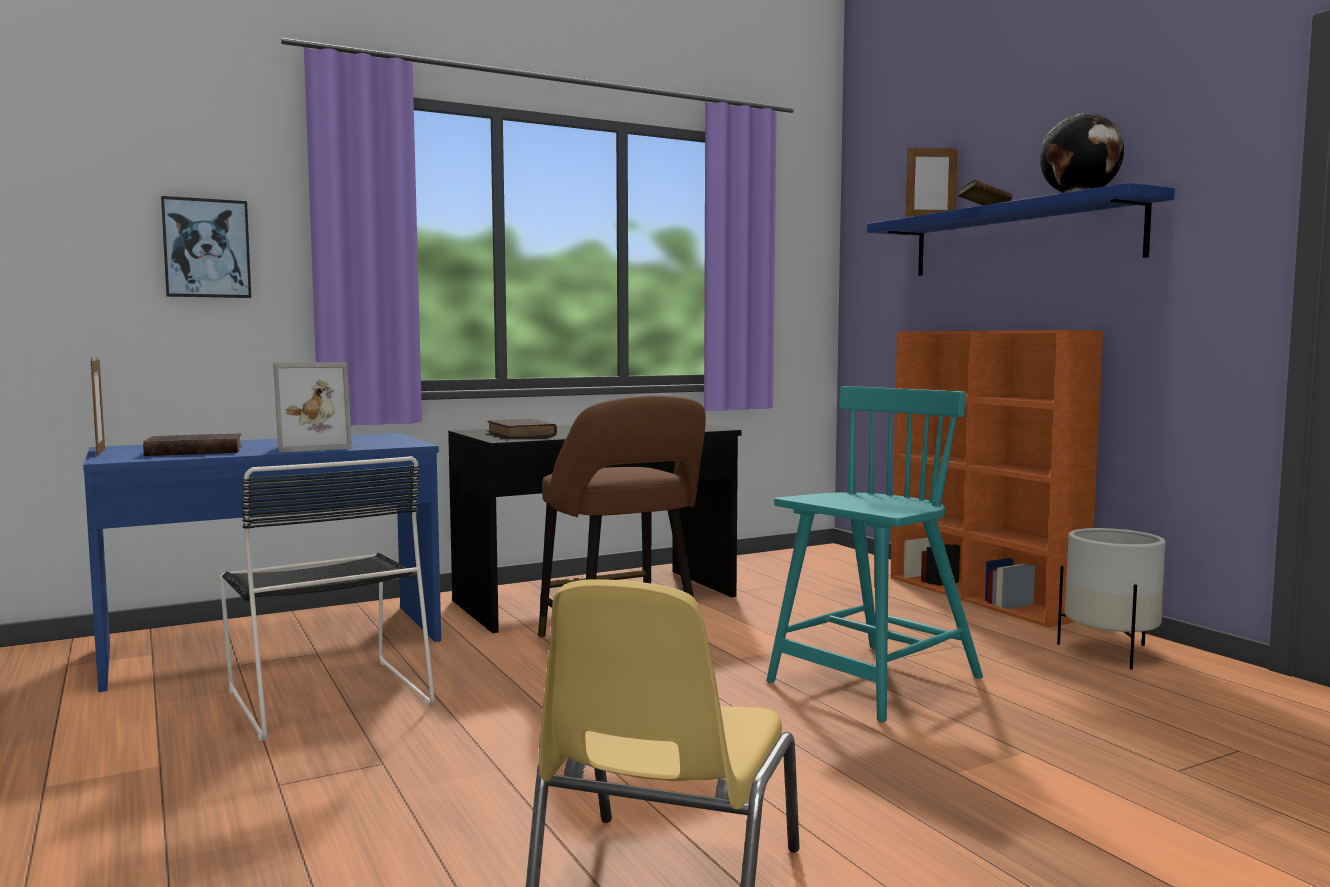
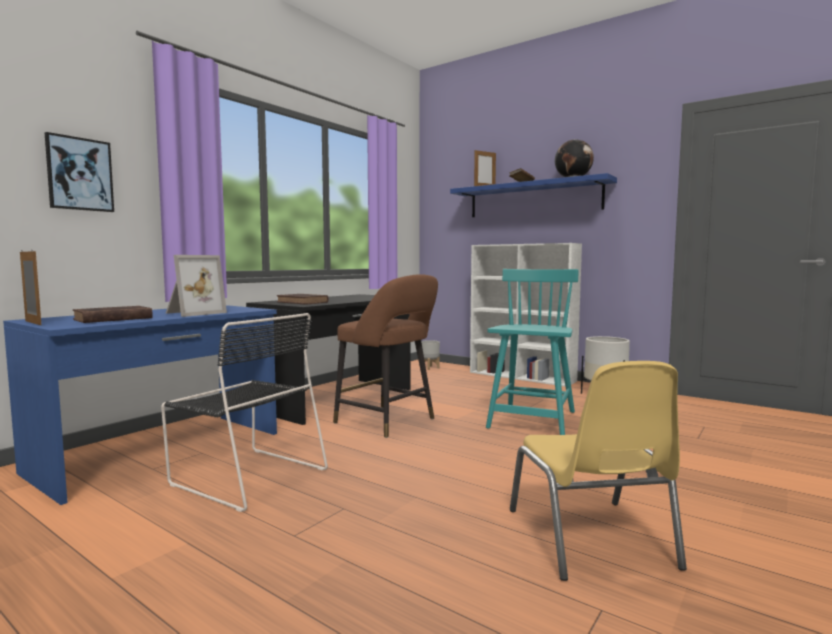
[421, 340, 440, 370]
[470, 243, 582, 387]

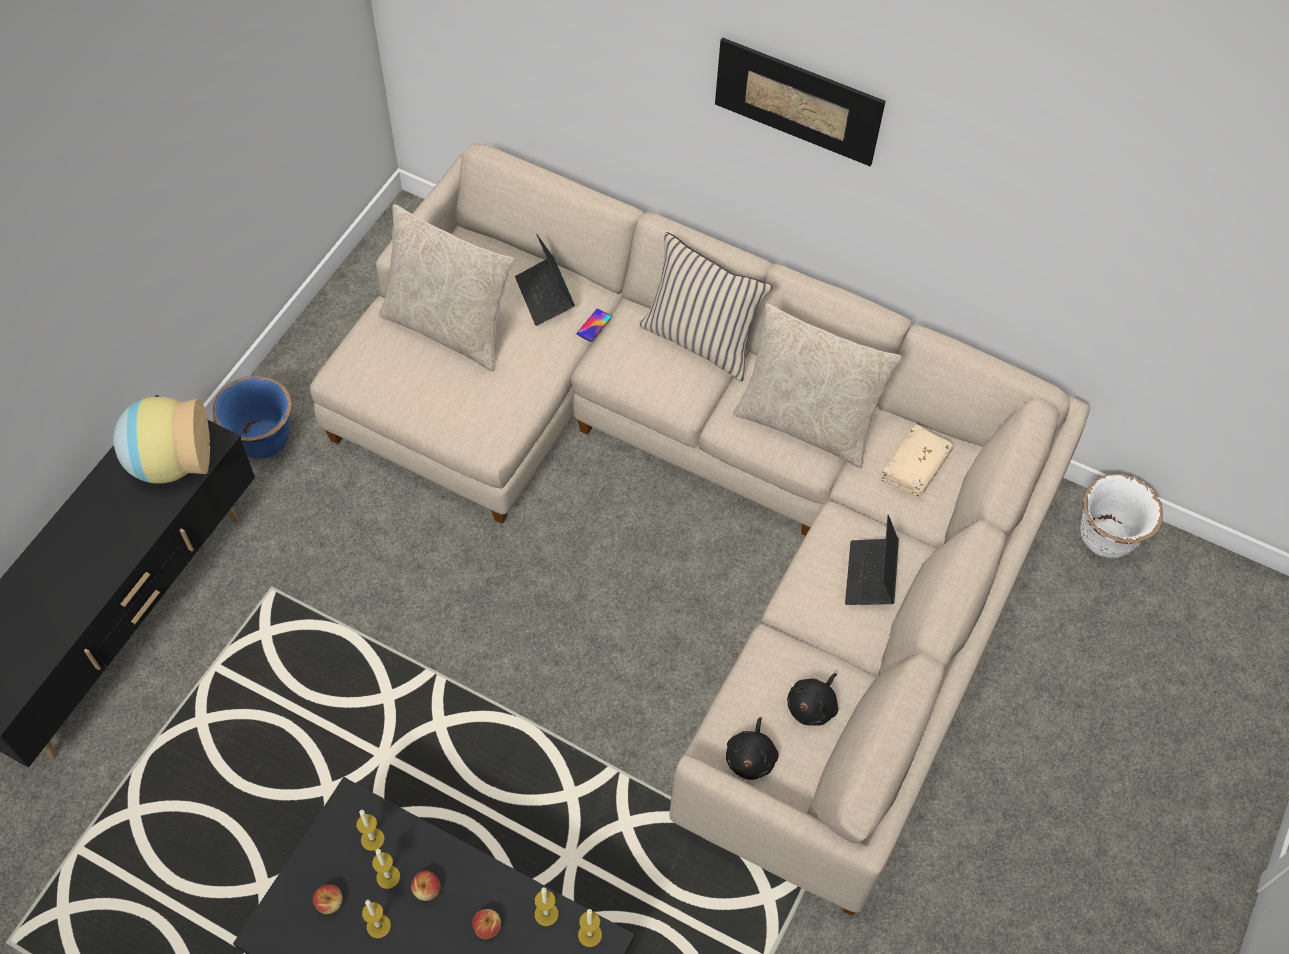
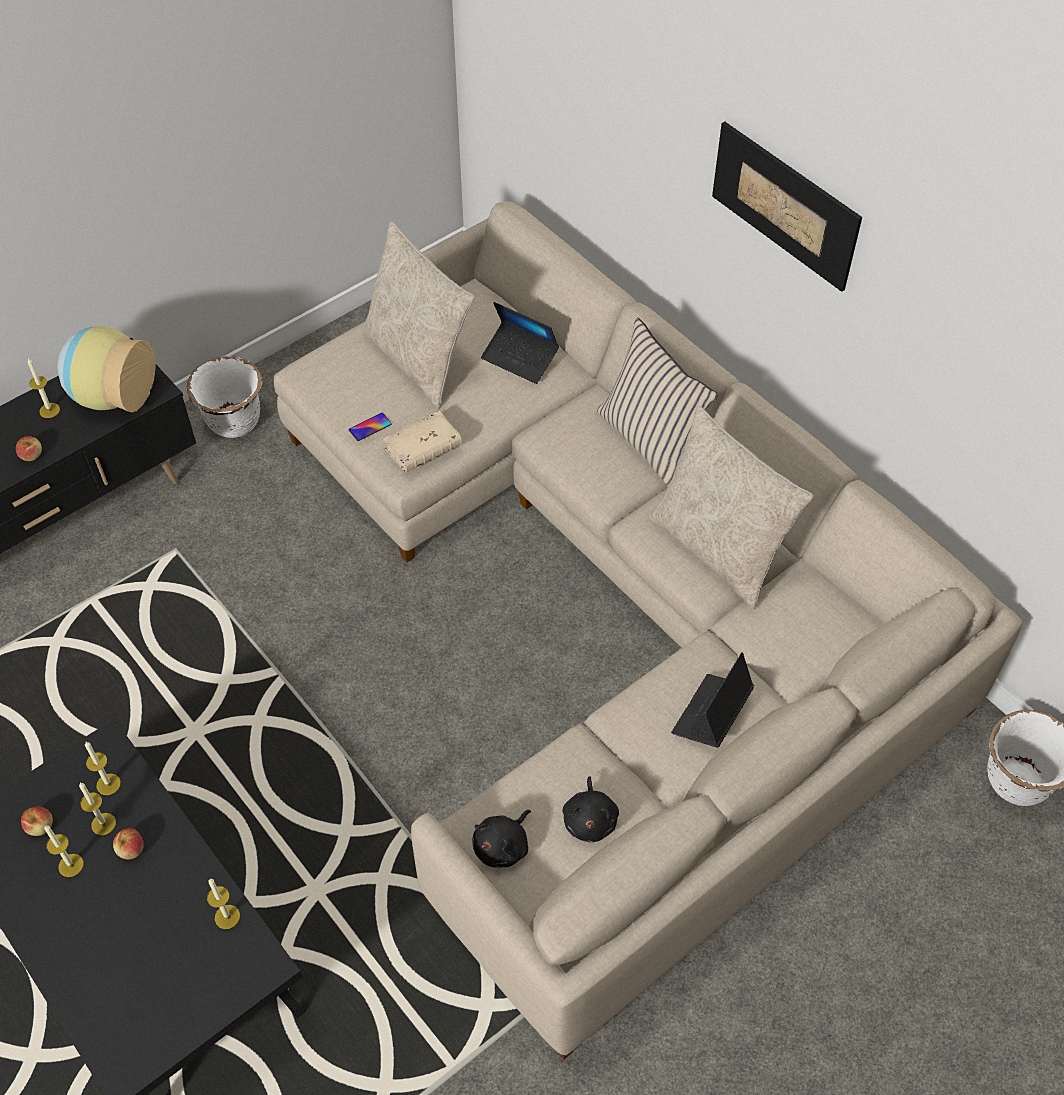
[16, 436, 42, 461]
[27, 358, 60, 418]
[187, 356, 262, 438]
[349, 413, 391, 441]
[382, 411, 462, 472]
[481, 302, 559, 384]
[562, 776, 619, 842]

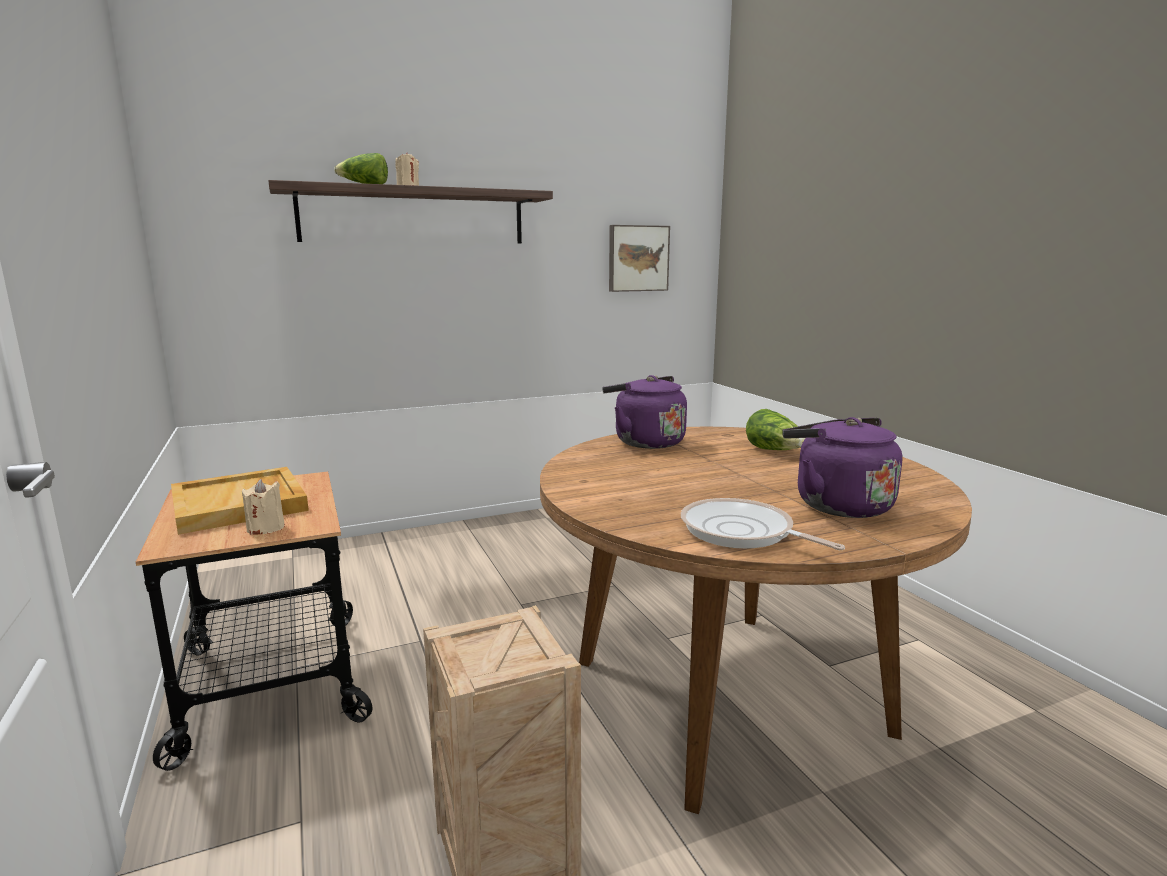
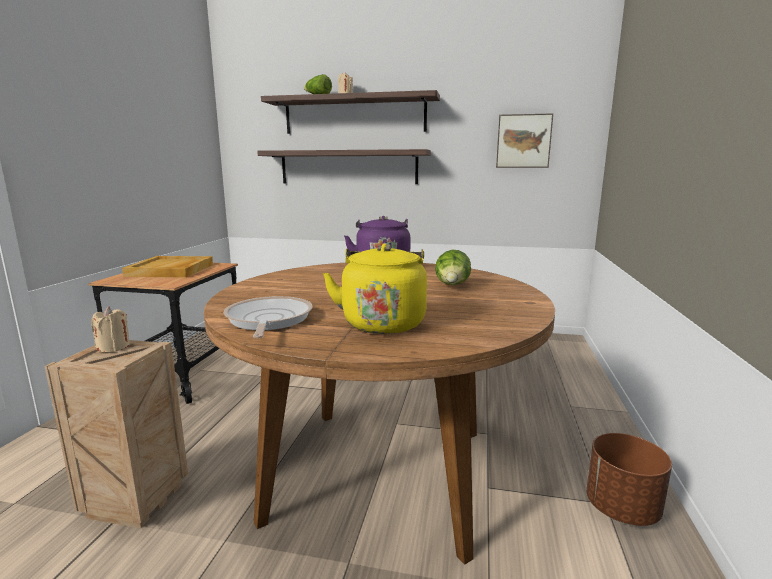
[91, 306, 130, 352]
[257, 149, 431, 184]
[323, 244, 427, 334]
[586, 433, 672, 526]

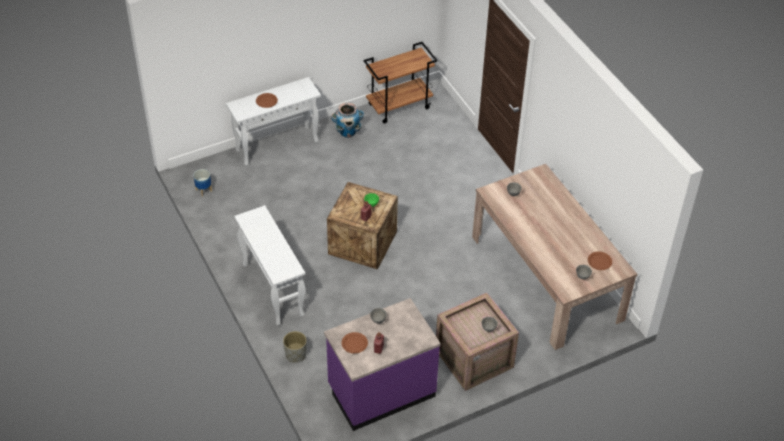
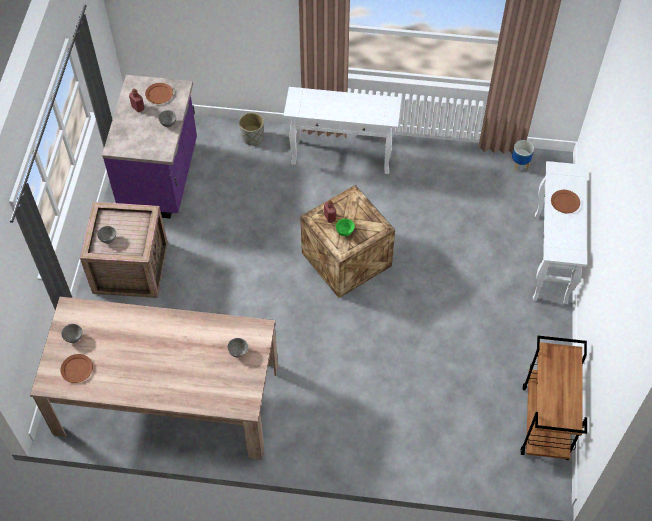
[331, 102, 364, 138] (first image)

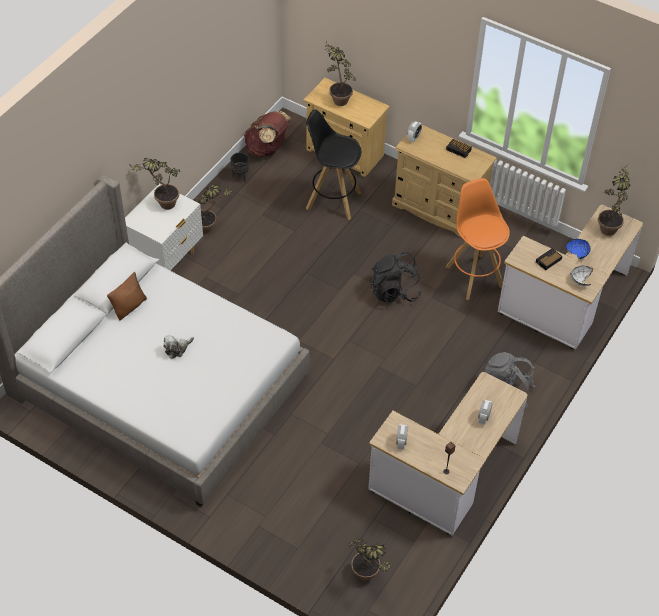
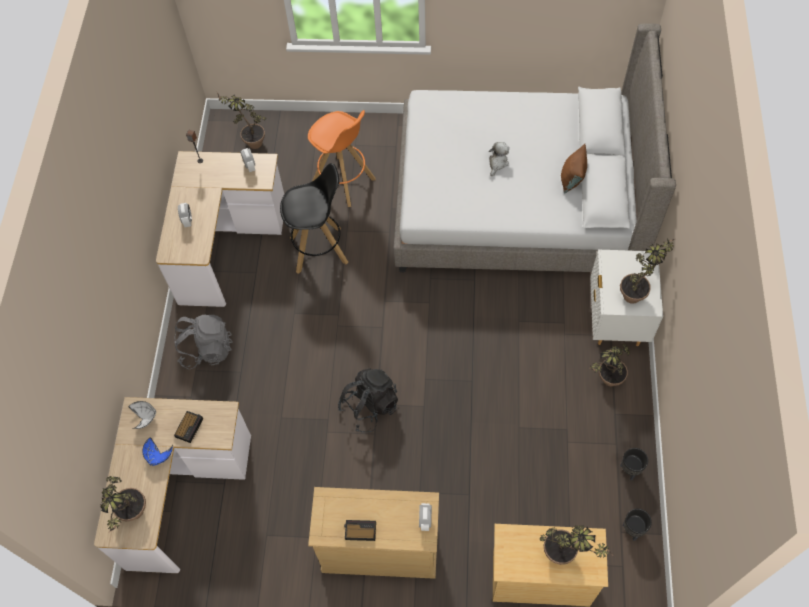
[280, 163, 348, 274]
[308, 110, 376, 207]
[622, 509, 652, 541]

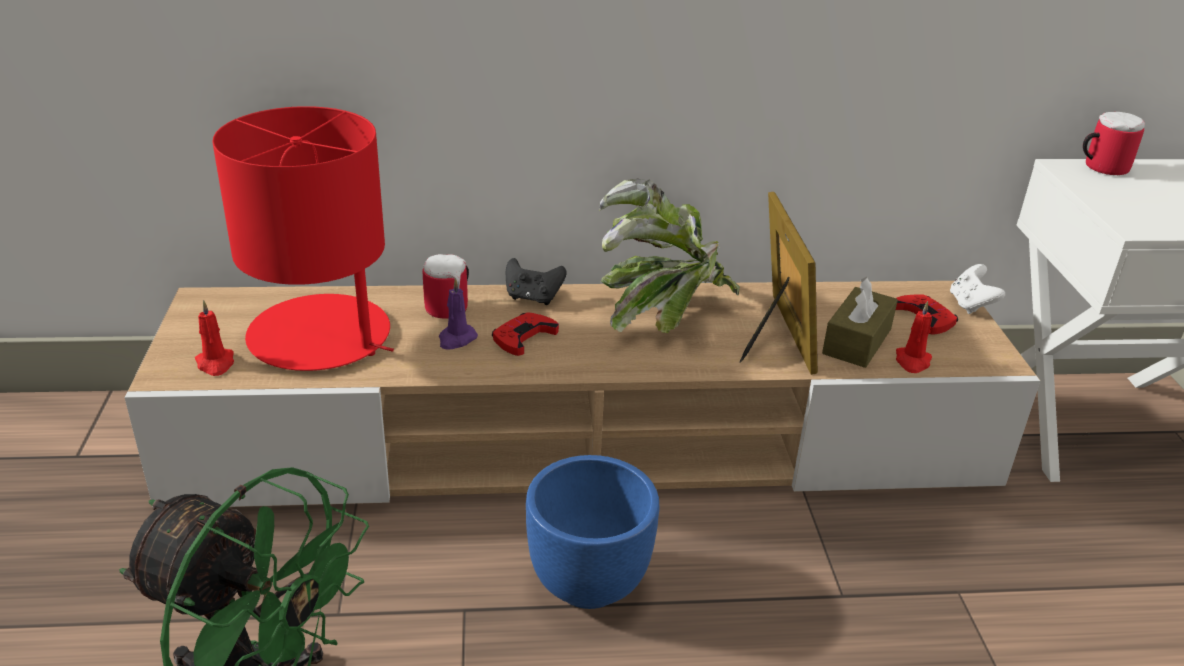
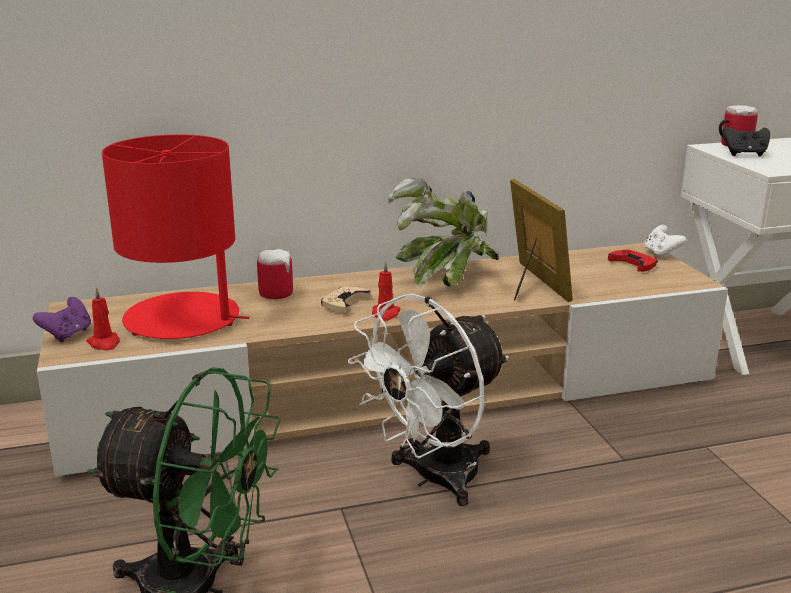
[33, 297, 91, 342]
[321, 287, 371, 313]
[348, 293, 509, 506]
[372, 261, 400, 321]
[722, 127, 770, 157]
[439, 278, 478, 350] (first image)
[822, 277, 898, 368] (first image)

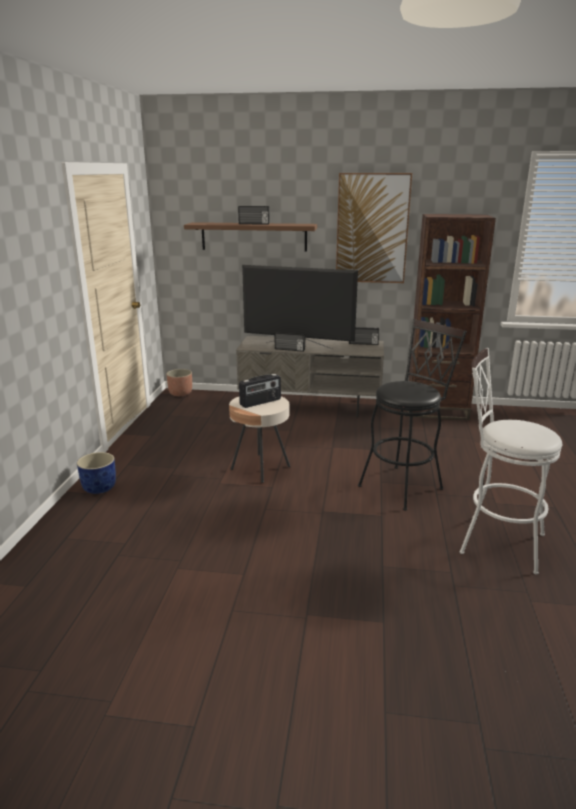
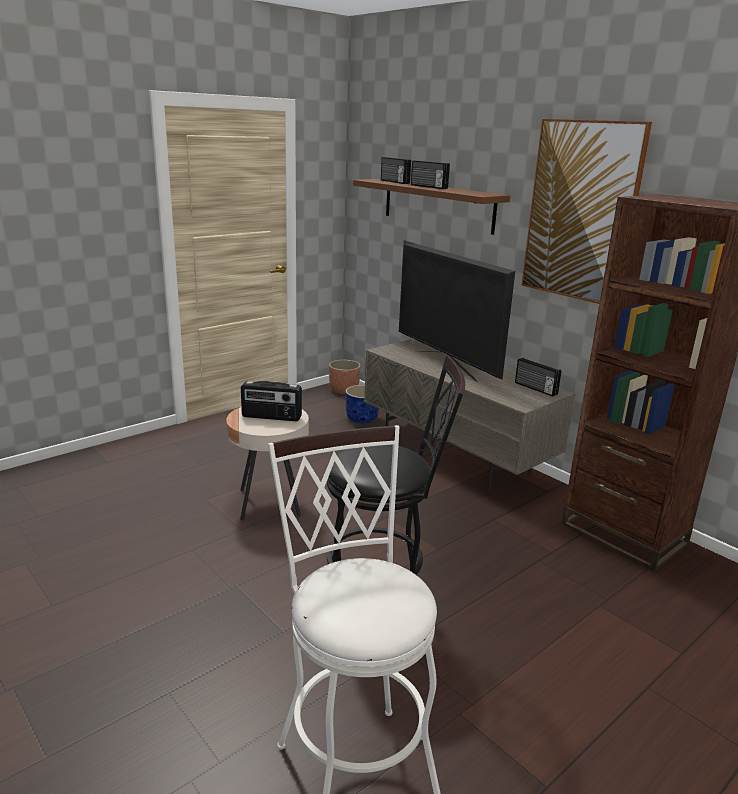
[346, 385, 379, 423]
[381, 157, 411, 184]

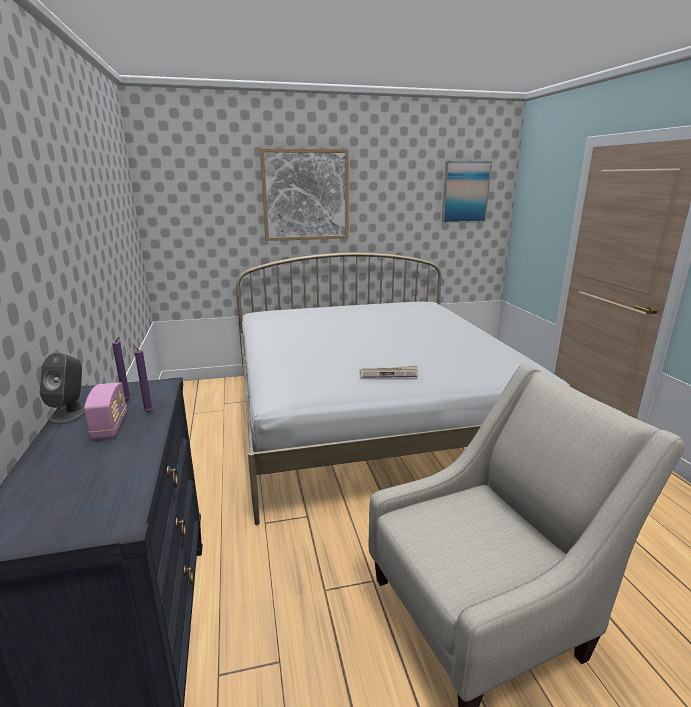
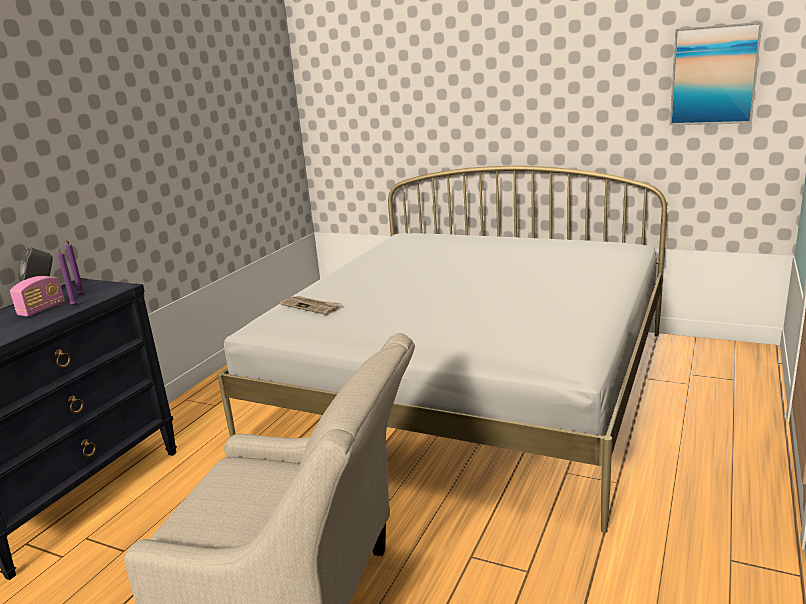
[280, 296, 340, 315]
[260, 148, 349, 241] (first image)

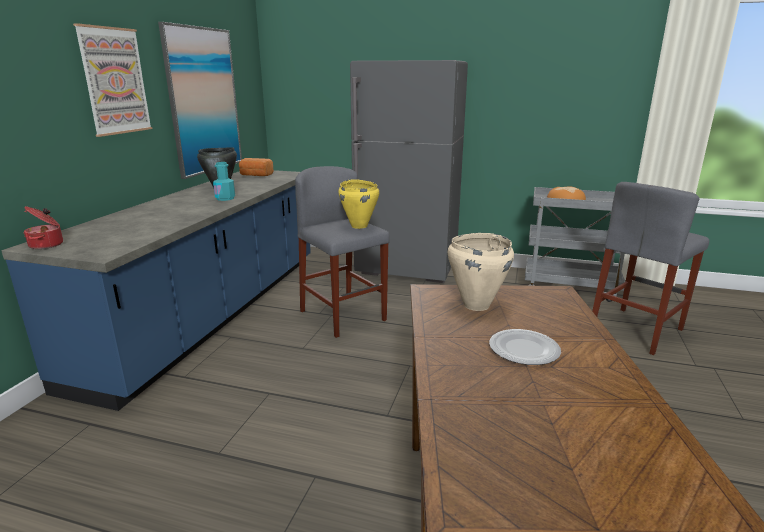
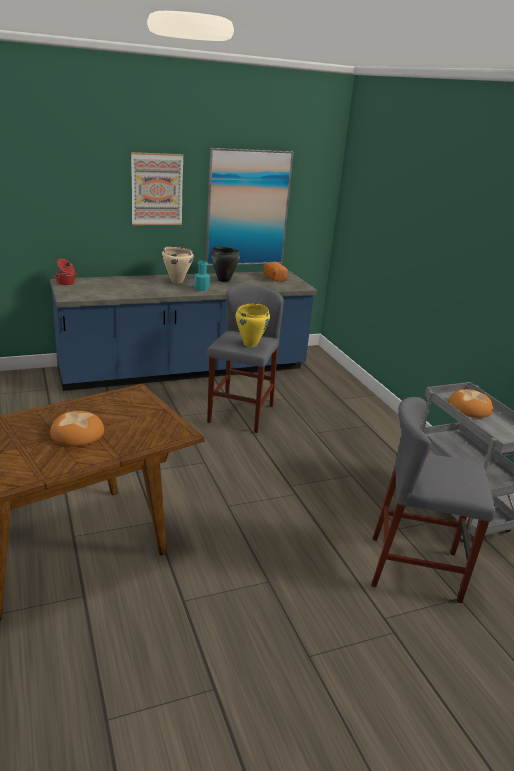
[50, 411, 104, 447]
[162, 247, 194, 283]
[350, 60, 468, 283] (first image)

